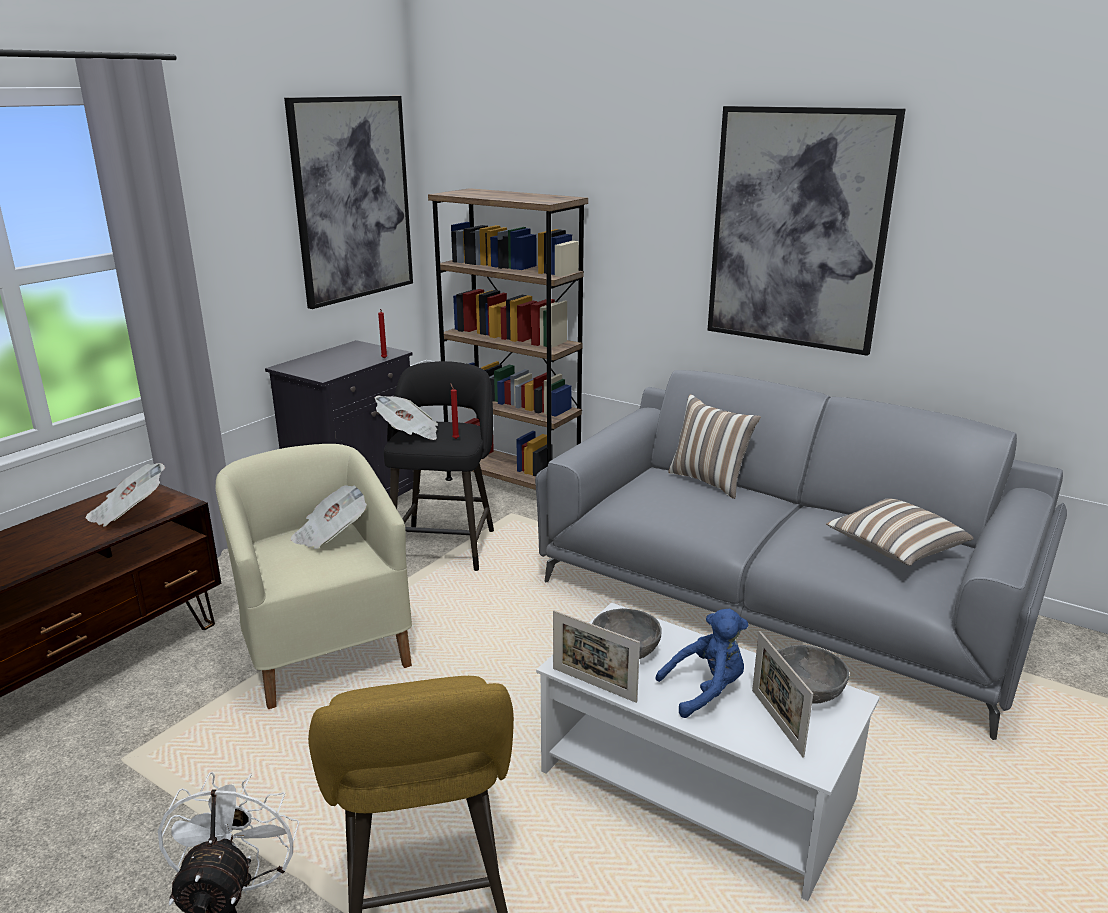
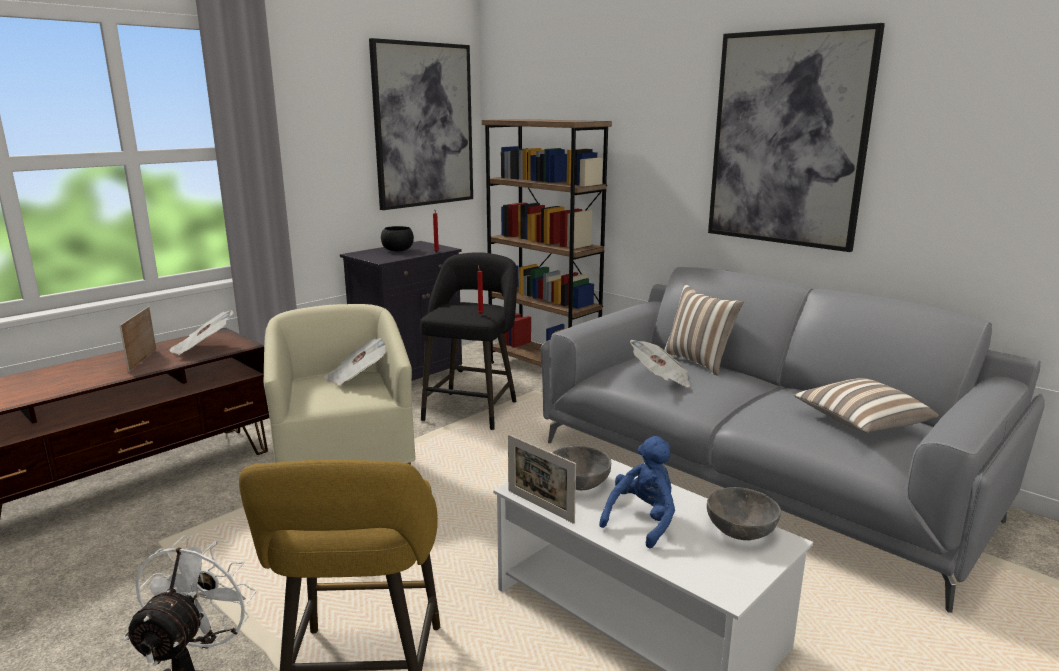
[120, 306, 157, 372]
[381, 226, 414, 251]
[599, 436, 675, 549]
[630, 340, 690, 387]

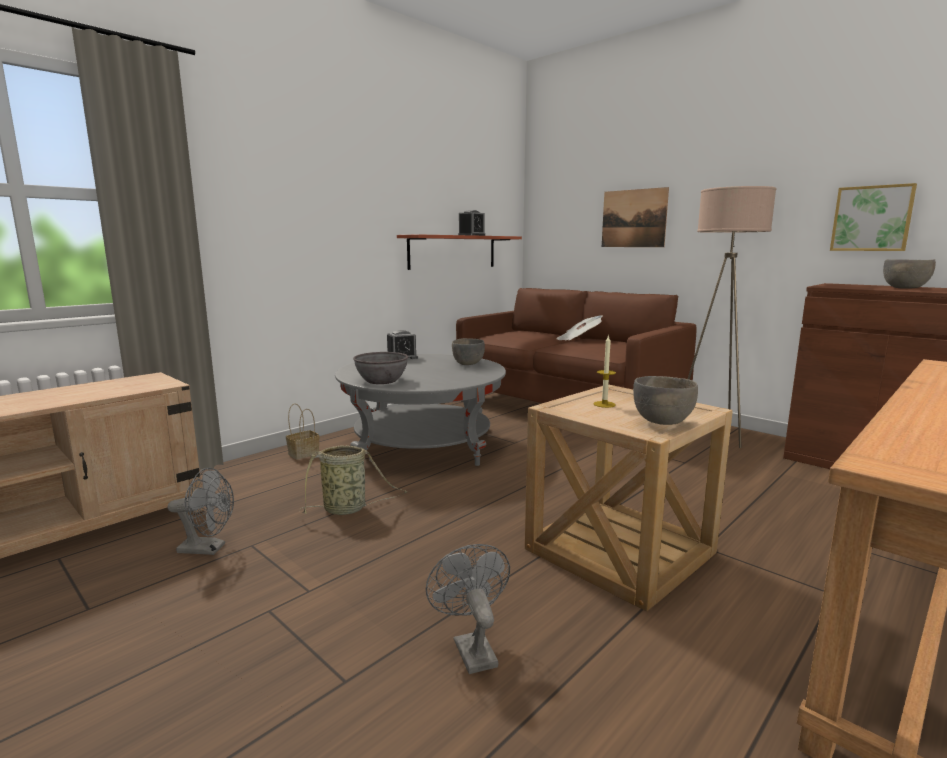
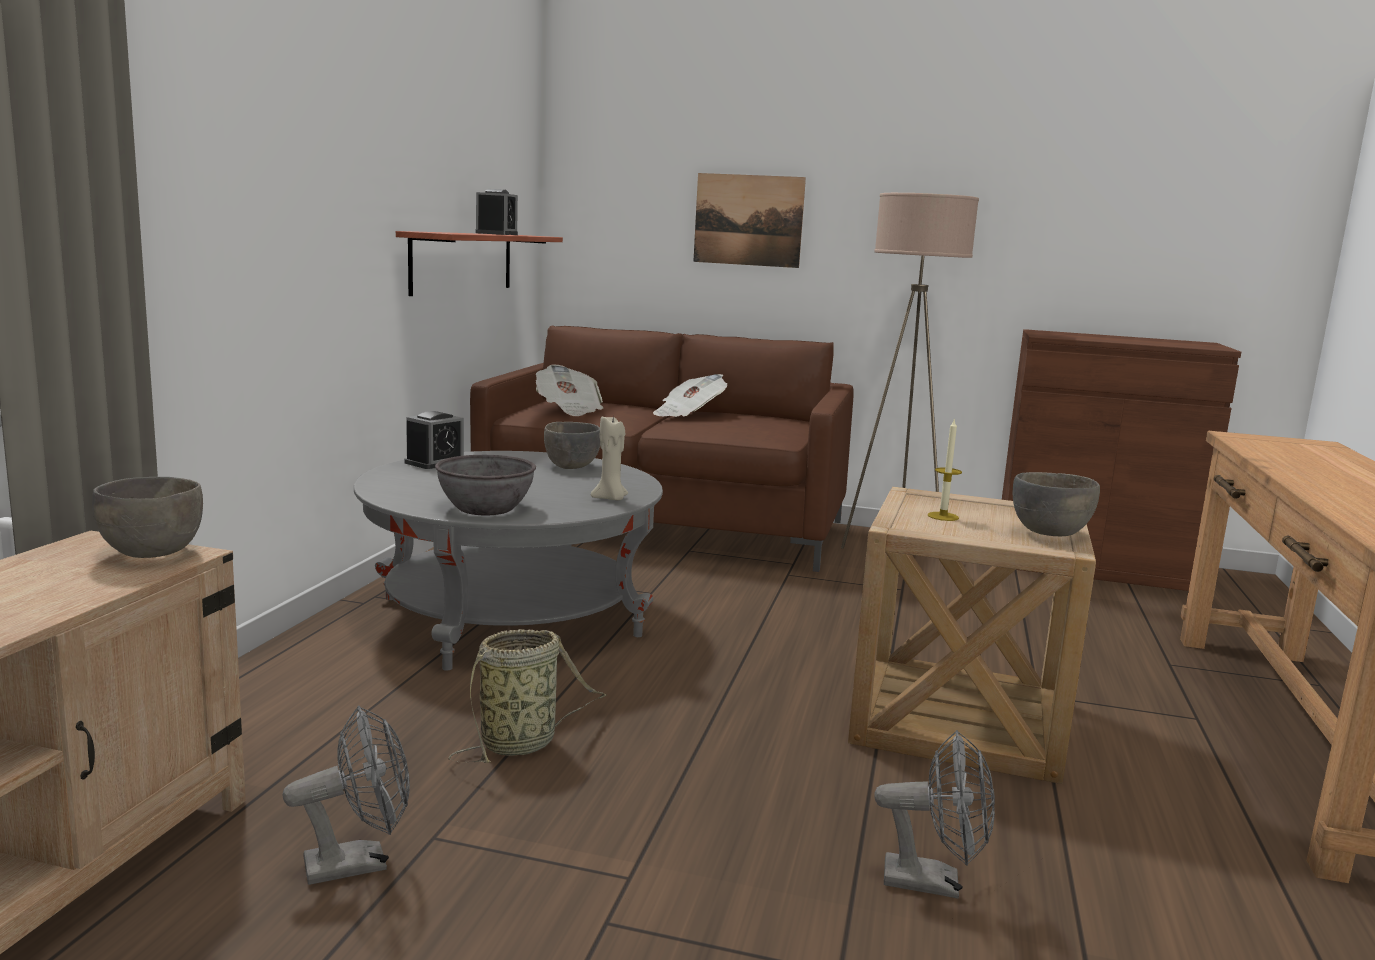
[92, 477, 203, 558]
[536, 364, 603, 416]
[591, 414, 628, 500]
[874, 730, 995, 899]
[286, 403, 319, 460] (first image)
[830, 183, 917, 251] (first image)

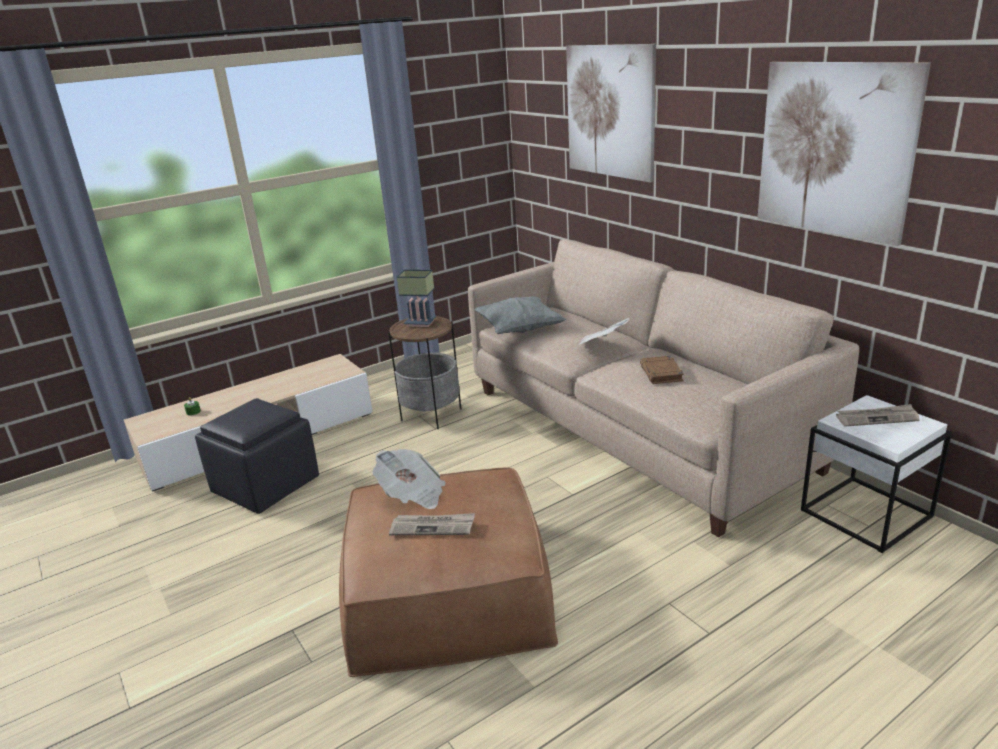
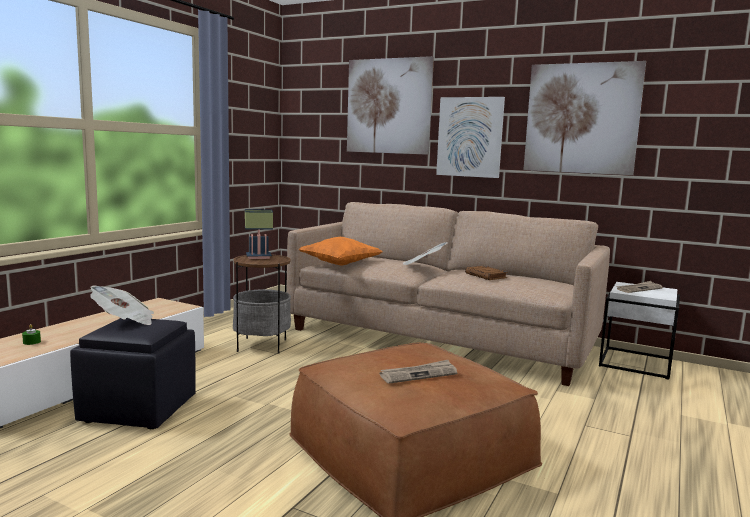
[90, 286, 154, 325]
[299, 237, 383, 266]
[436, 97, 505, 178]

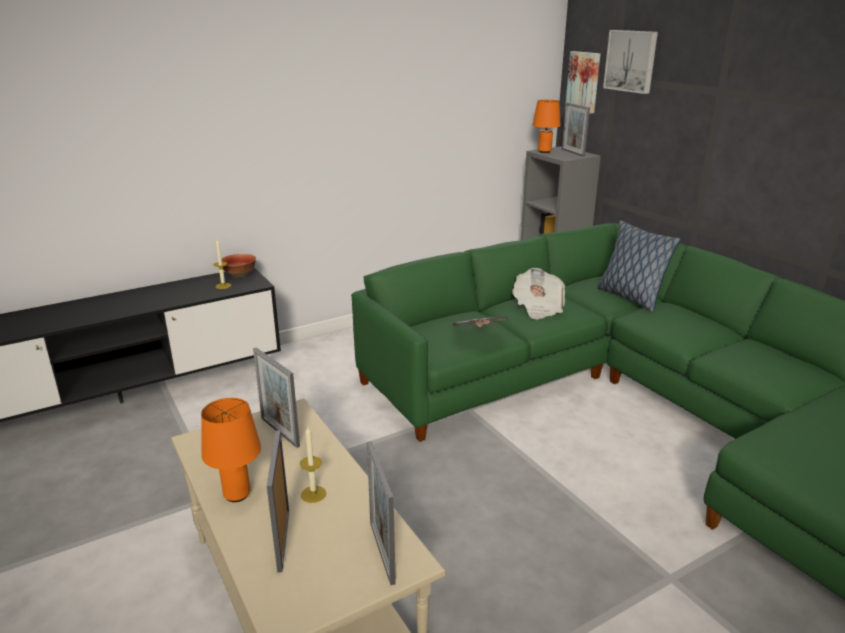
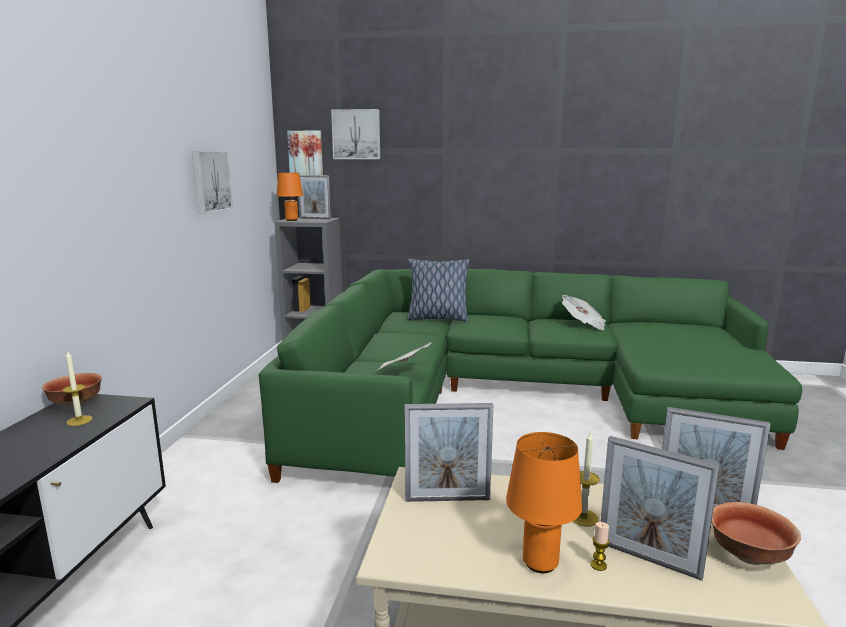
[192, 151, 233, 214]
[562, 295, 606, 330]
[590, 522, 609, 571]
[711, 502, 801, 565]

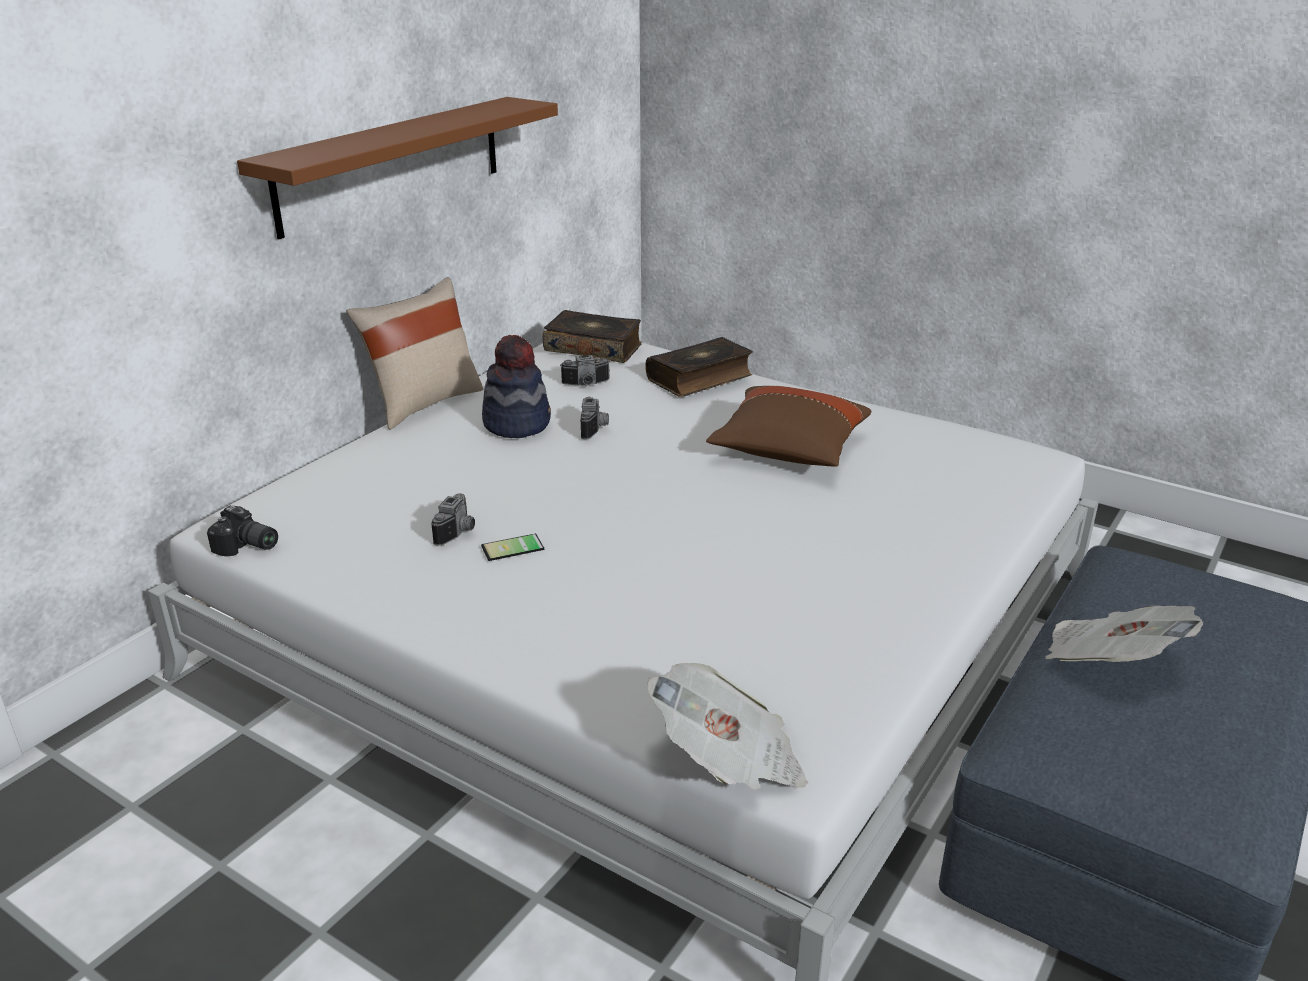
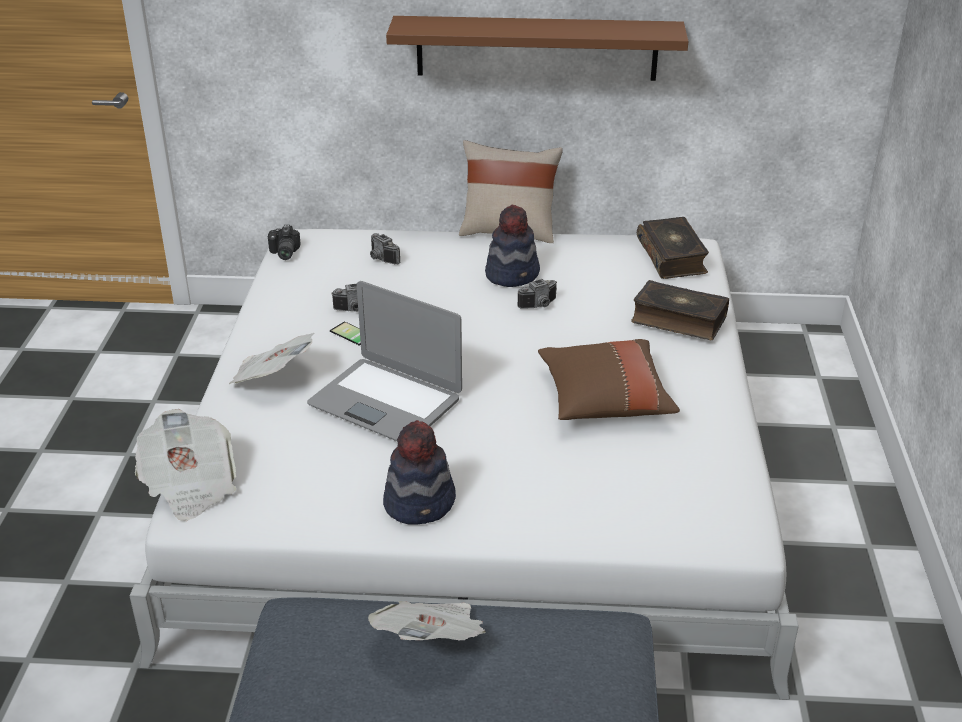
[229, 333, 315, 384]
[307, 281, 462, 441]
[370, 233, 401, 264]
[383, 420, 456, 525]

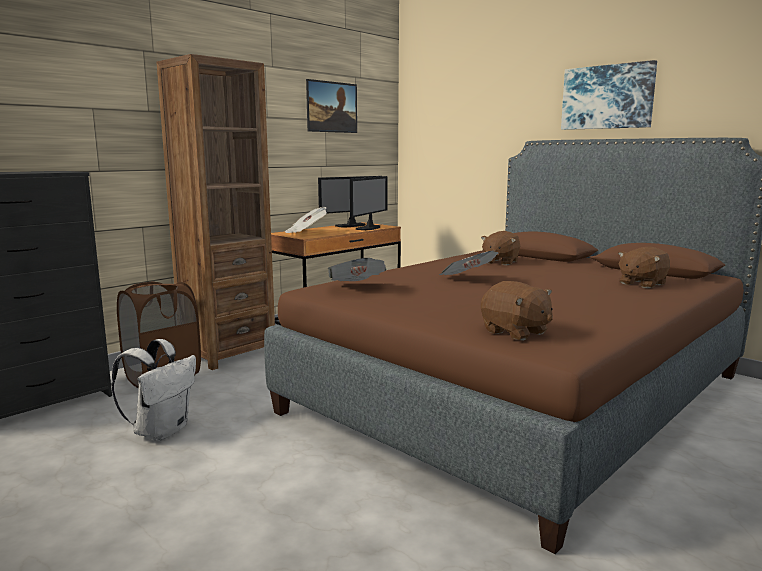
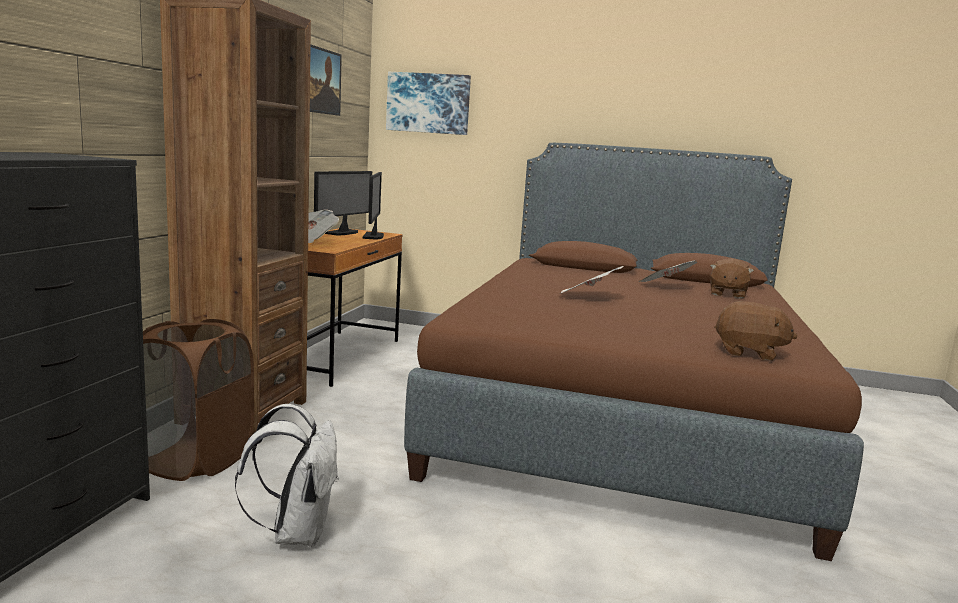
[386, 72, 471, 135]
[638, 260, 697, 282]
[481, 231, 520, 265] (first image)

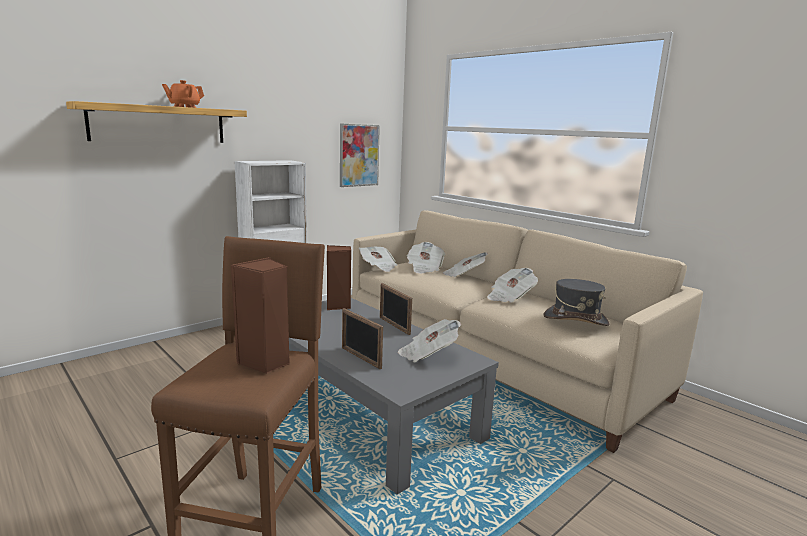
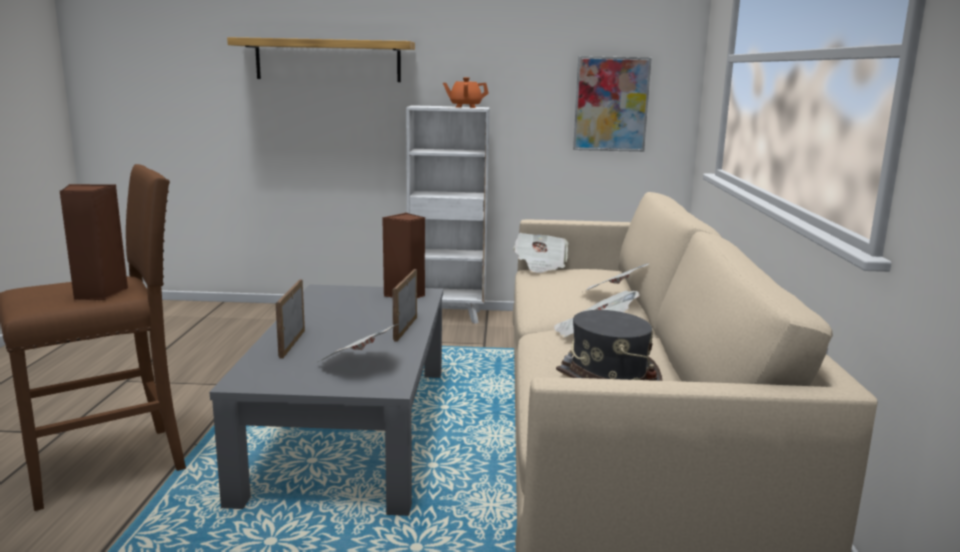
[443, 77, 489, 108]
[407, 242, 445, 274] (first image)

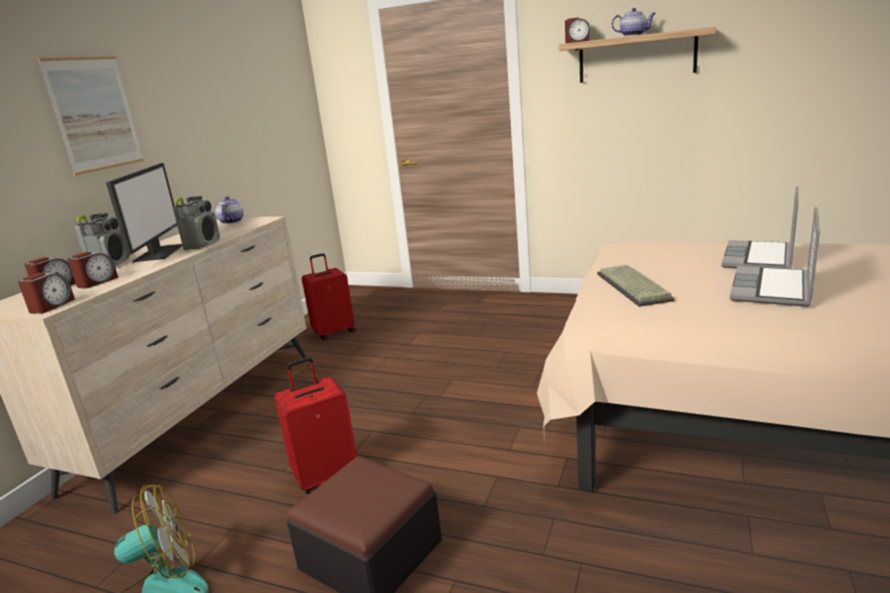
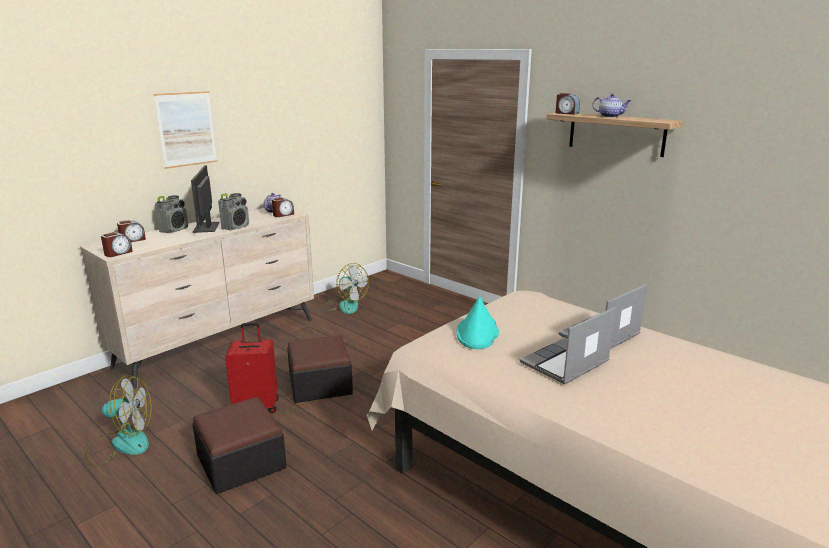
[191, 165, 220, 233]
[272, 198, 294, 217]
[287, 335, 353, 403]
[322, 263, 369, 314]
[456, 297, 499, 349]

